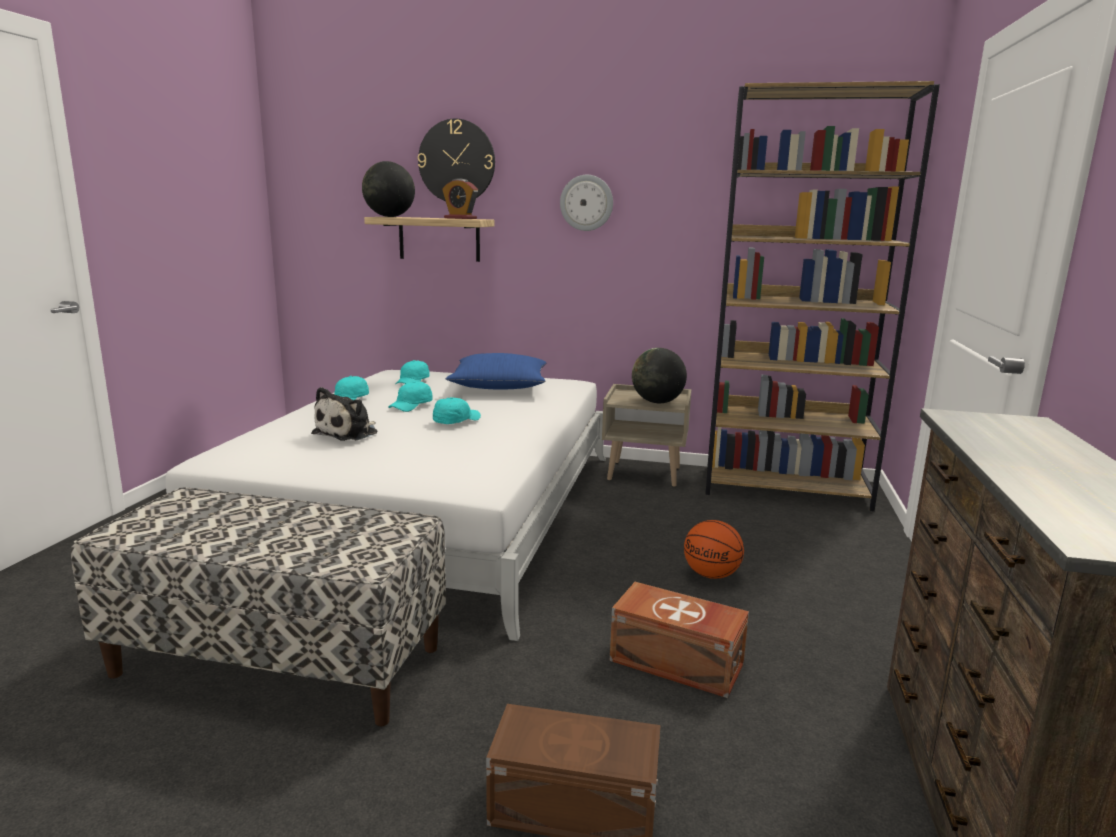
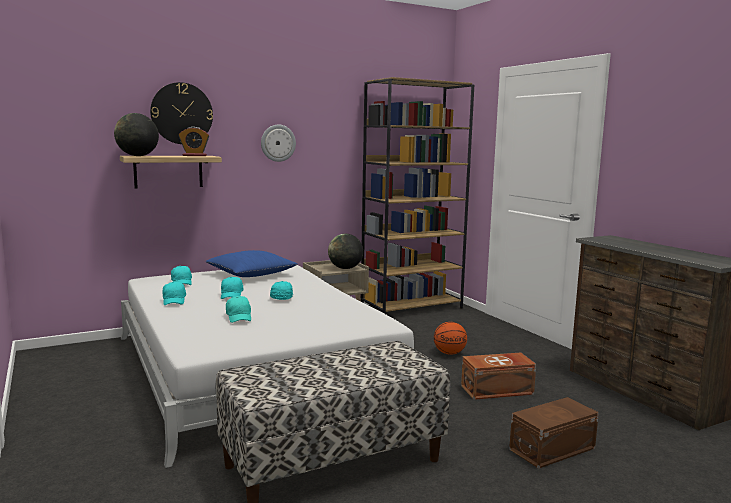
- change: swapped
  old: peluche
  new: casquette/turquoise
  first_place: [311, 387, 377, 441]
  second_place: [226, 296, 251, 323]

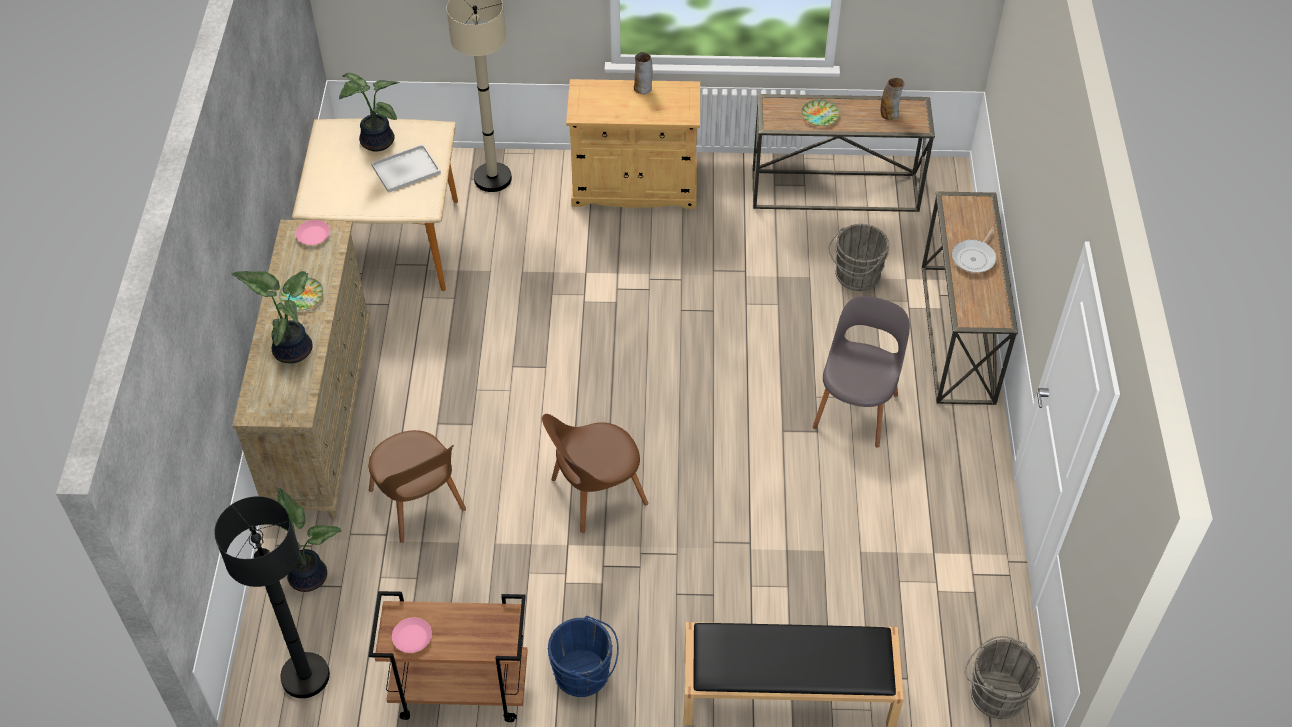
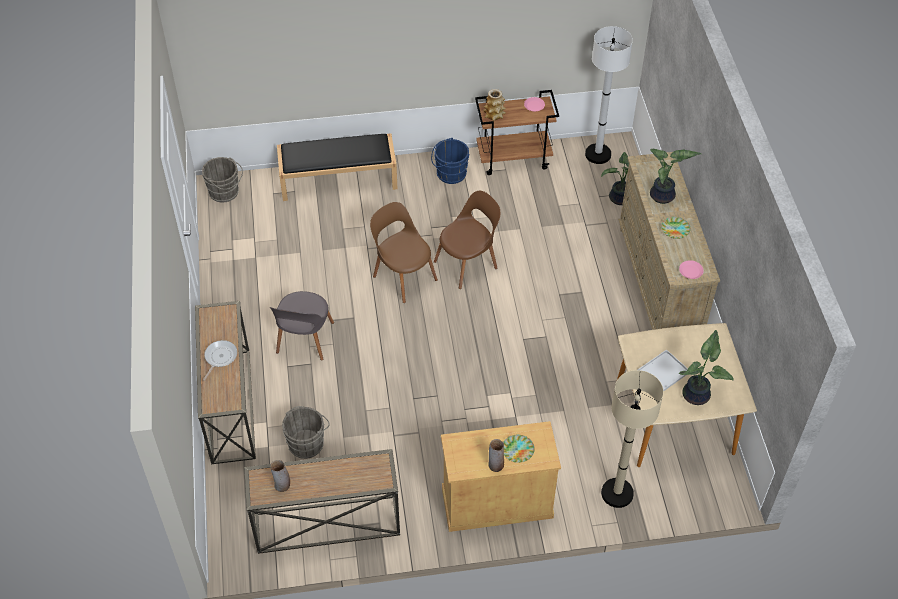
- change: new
  new: vase
  second_place: [483, 89, 506, 121]
- change: shifted
  old: chaise/marron
  first_place: [368, 430, 466, 543]
  second_place: [370, 202, 438, 303]
- change: shifted
  old: assiette
  first_place: [801, 99, 840, 126]
  second_place: [503, 435, 535, 463]
- change: repainted
  old: lampadaire/noir
  new: lampadaire/blanc
  first_place: [214, 496, 330, 698]
  second_place: [585, 26, 633, 164]

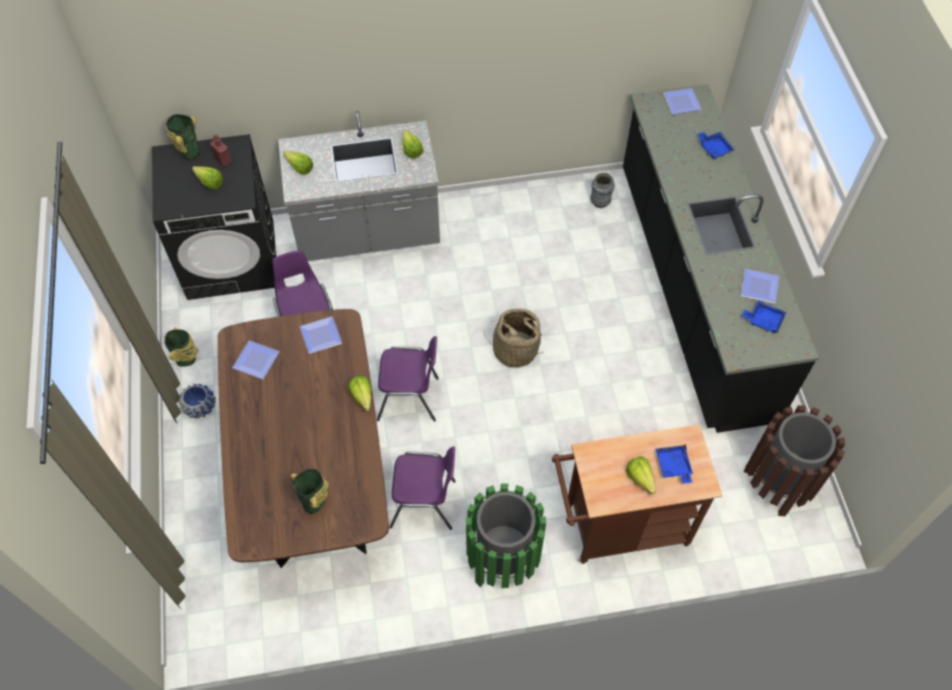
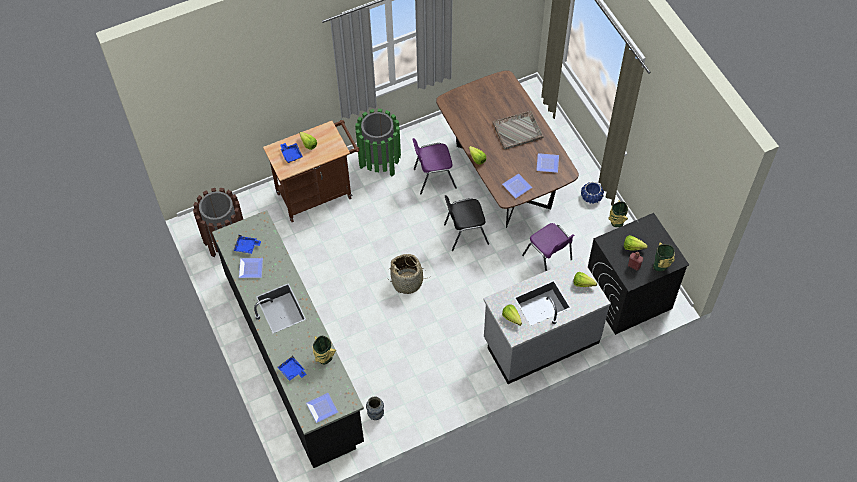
- change: new
  new: plateau/gris
  second_place: [493, 111, 544, 149]
- change: shifted
  old: vase
  first_place: [290, 468, 329, 514]
  second_place: [313, 336, 336, 365]
- change: repainted
  old: chaise/violet
  new: chaise/noir
  first_place: [377, 336, 439, 422]
  second_place: [444, 195, 489, 251]

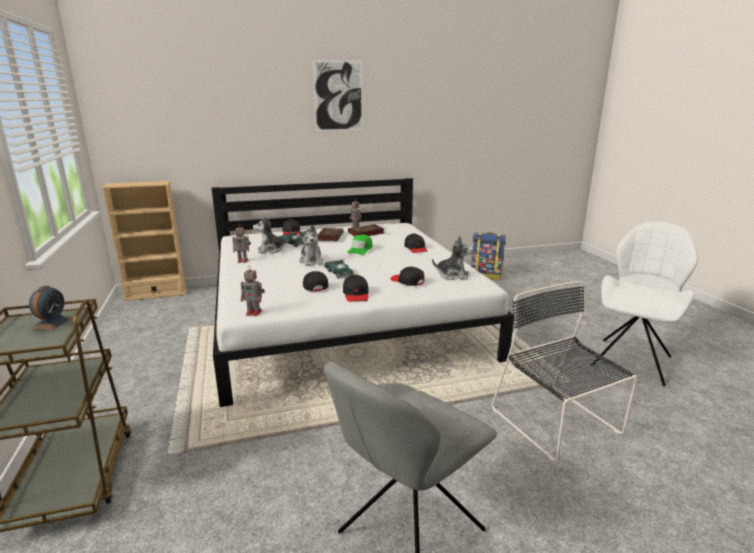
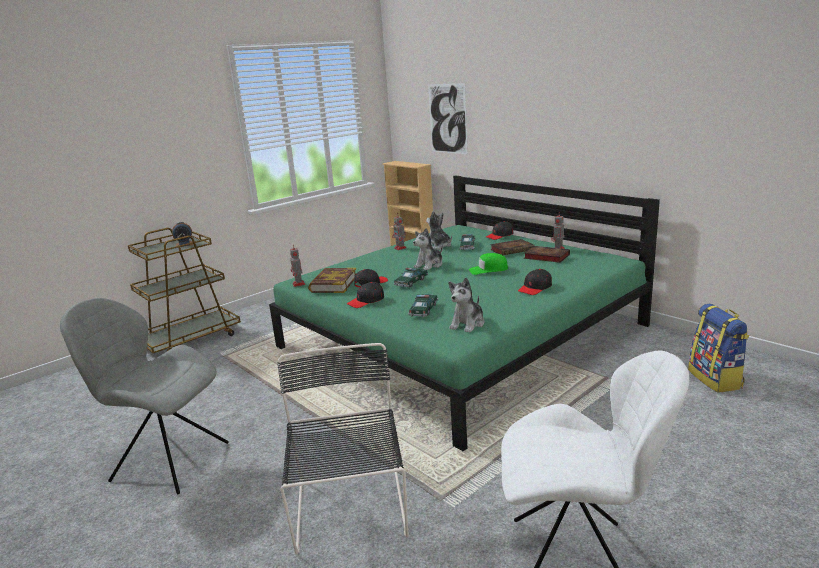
- change: new
  new: livre
  second_place: [308, 268, 356, 293]
- change: shifted
  old: tableau
  first_place: [312, 60, 363, 131]
  second_place: [428, 83, 468, 154]
- change: swapped
  old: casquette/noir
  new: petite voiture
  first_place: [390, 267, 424, 286]
  second_place: [408, 294, 438, 318]
- change: repainted
  old: lit/blanc
  new: lit/vert
  first_place: [212, 178, 514, 407]
  second_place: [269, 175, 660, 451]
- change: rotated
  old: peluche
  first_place: [432, 235, 474, 280]
  second_place: [449, 277, 485, 333]
  degrees: 45
- change: rotated
  old: chaise/noir
  first_place: [492, 281, 638, 462]
  second_place: [277, 343, 409, 555]
  degrees: -45

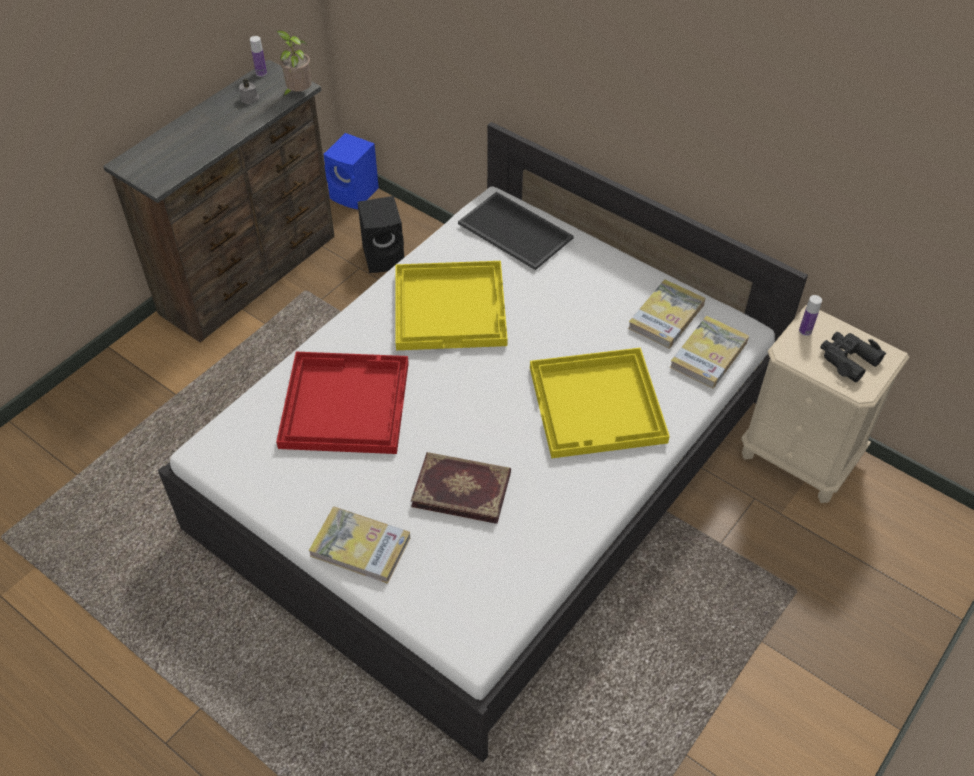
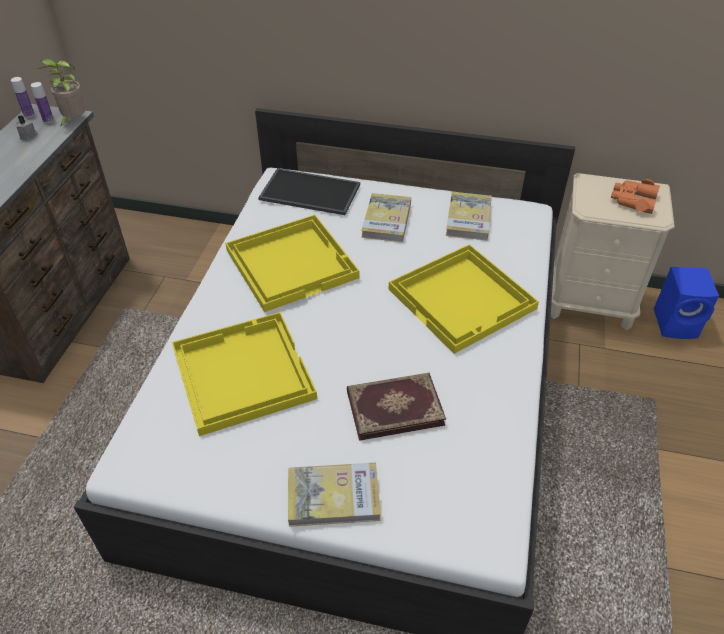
- change: gone
  old: enceinte/noir
  first_place: [357, 196, 404, 273]
- change: shifted
  old: enceinte/bleu
  first_place: [323, 133, 379, 209]
  second_place: [654, 267, 719, 339]
- change: shifted
  old: livre
  first_place: [670, 316, 749, 389]
  second_place: [361, 193, 411, 242]
- change: shifted
  old: bouteille
  first_place: [799, 295, 822, 336]
  second_place: [31, 82, 54, 123]
- change: repainted
  old: plateau/rouge
  new: plateau/jaune
  first_place: [276, 352, 409, 454]
  second_place: [172, 312, 317, 436]
- change: repainted
  old: jumelles/noir
  new: jumelles/orange
  first_place: [820, 332, 886, 382]
  second_place: [611, 179, 660, 214]

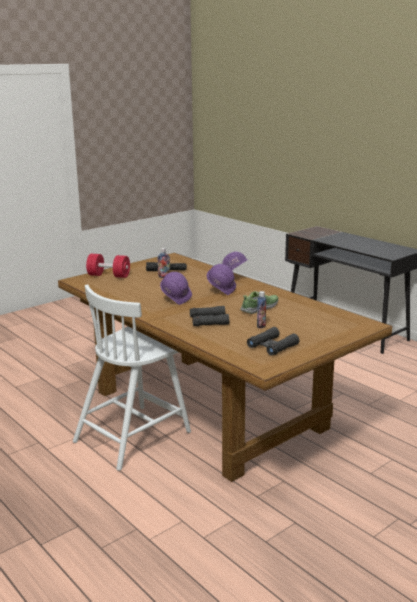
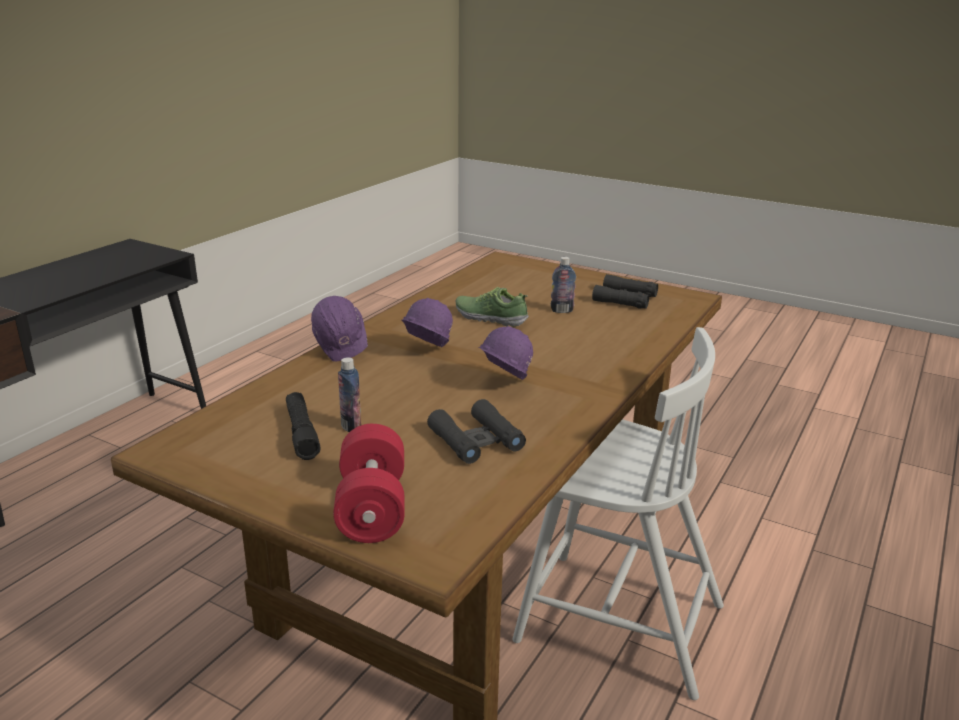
- change: shifted
  old: jumelles/noir
  first_place: [190, 306, 229, 326]
  second_place: [427, 399, 526, 464]

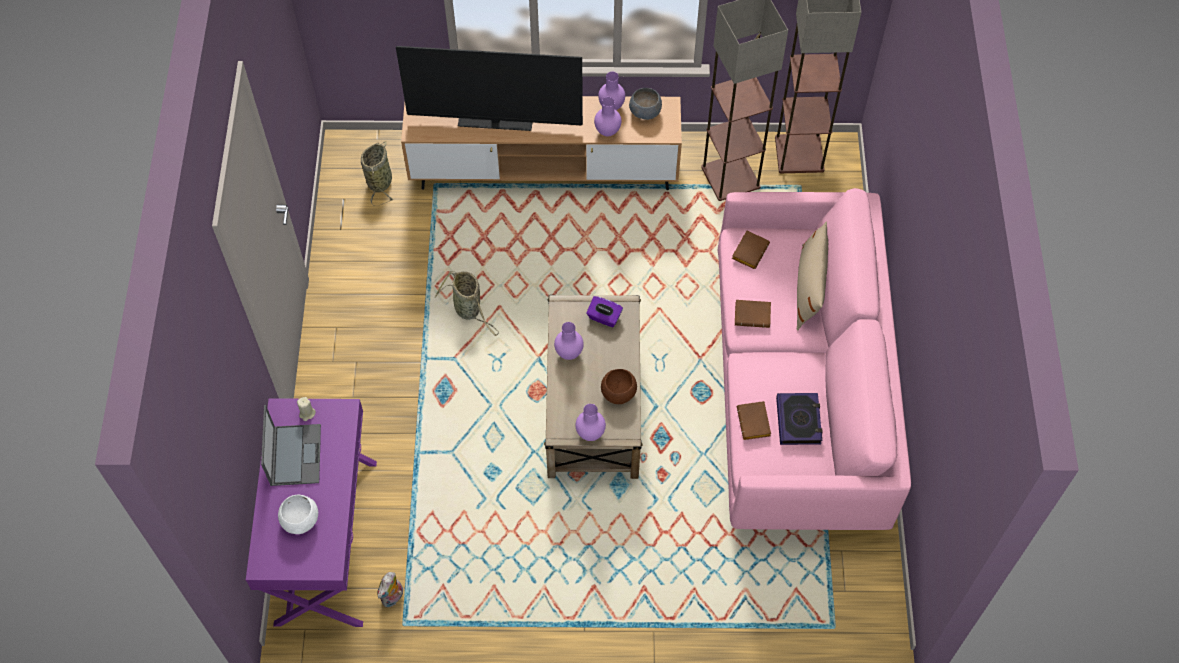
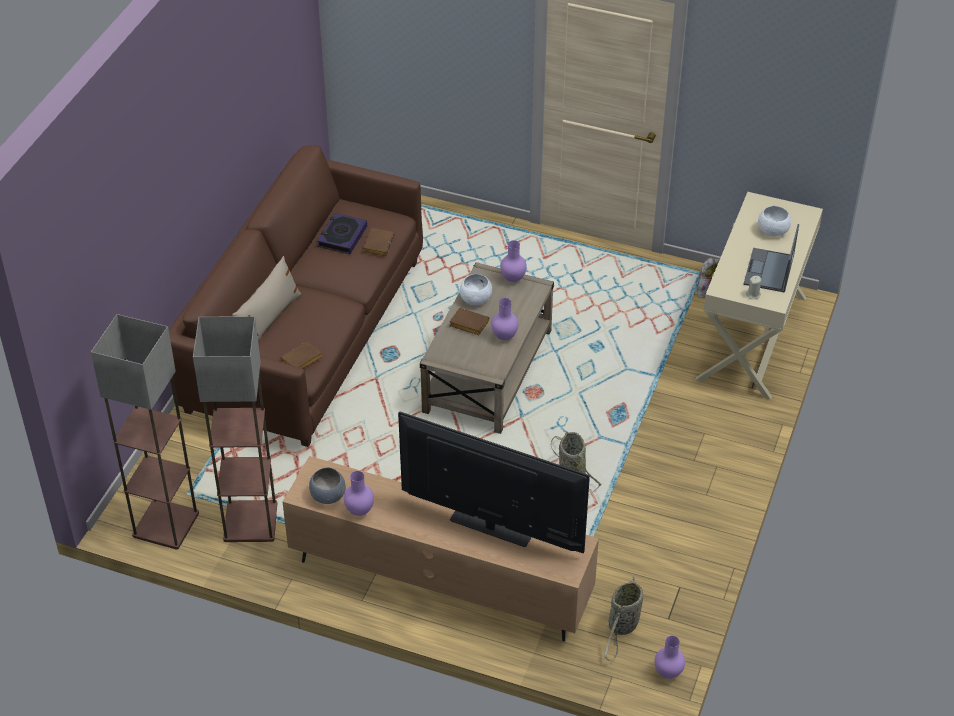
- change: gone
  old: boîte à mouchoirs/violet
  first_place: [586, 296, 623, 327]
- change: shifted
  old: vase/violet
  first_place: [594, 97, 622, 136]
  second_place: [654, 636, 685, 679]
- change: shifted
  old: livre/marron
  first_place: [735, 300, 771, 328]
  second_place: [449, 308, 489, 335]
- change: repainted
  old: table console/violet
  new: table console/beige
  first_place: [246, 398, 377, 627]
  second_place: [695, 192, 823, 400]
- change: repainted
  old: bol/marron
  new: bol/blanc
  first_place: [601, 369, 637, 404]
  second_place: [460, 274, 492, 305]
- change: repainted
  old: canapé/rose
  new: canapé/marron
  first_place: [718, 188, 911, 530]
  second_place: [169, 145, 423, 447]

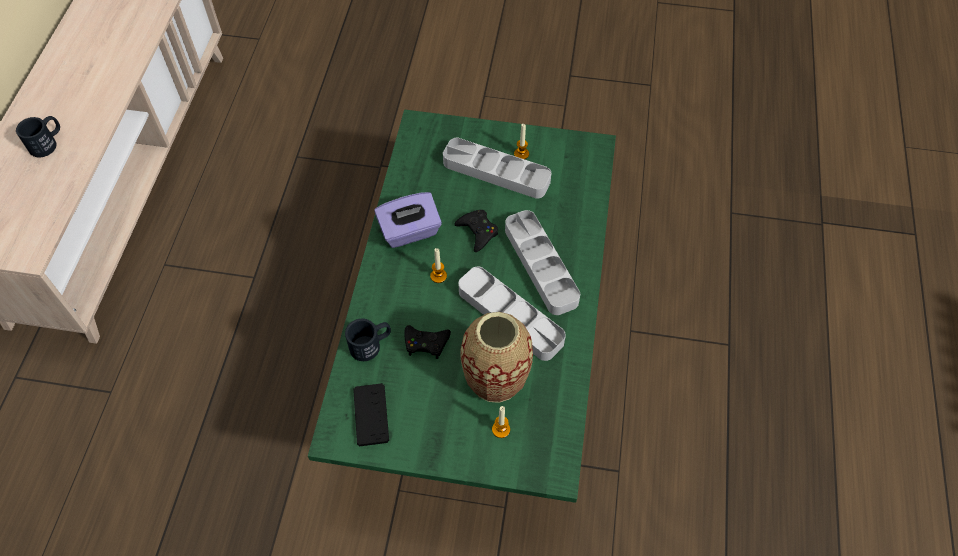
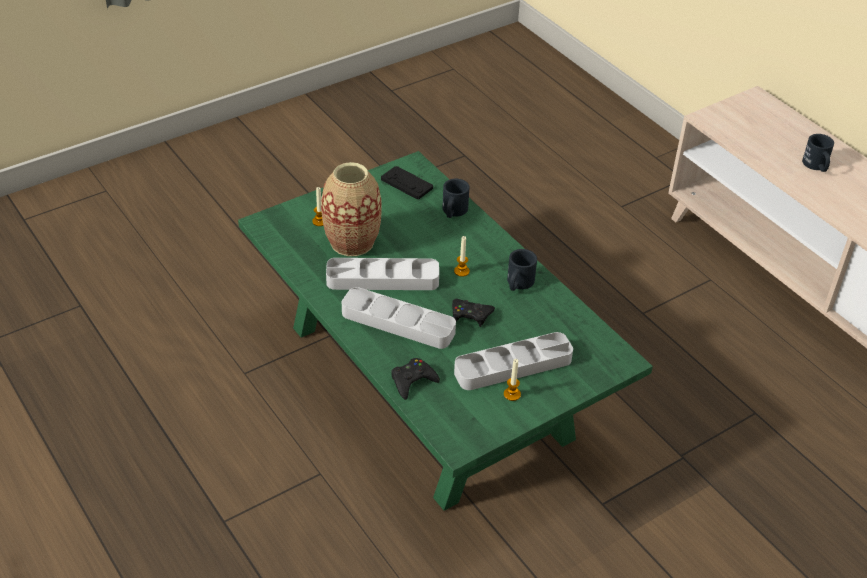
- change: shifted
  old: manette/noir
  first_place: [404, 325, 451, 359]
  second_place: [391, 358, 440, 400]
- change: swapped
  old: boîte à mouchoirs/violet
  new: mug/noir
  first_place: [374, 192, 442, 248]
  second_place: [507, 249, 537, 291]

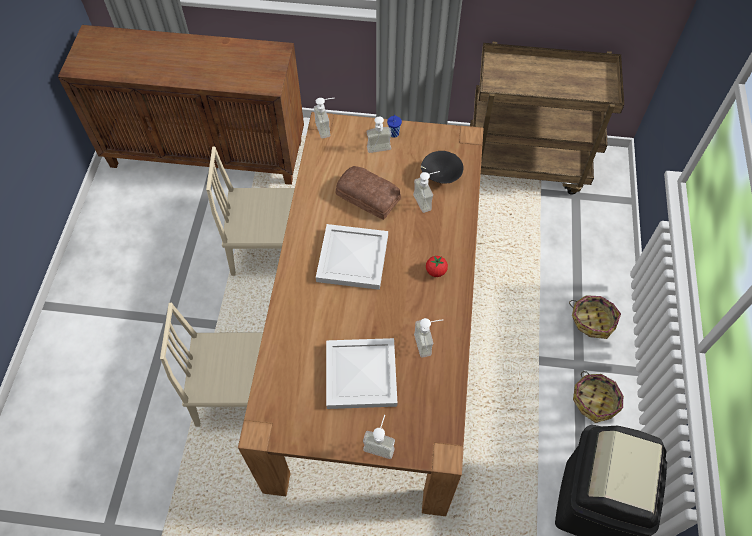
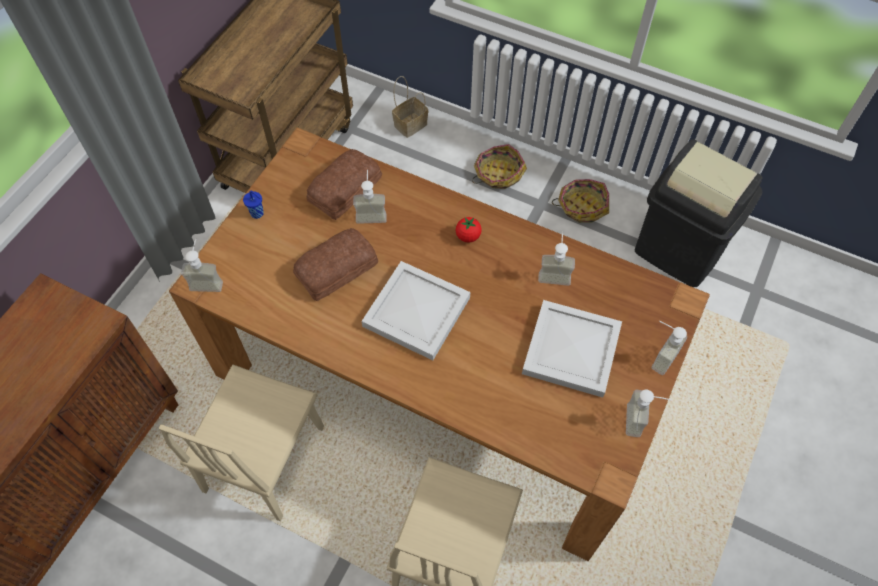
- change: new
  new: panier
  second_place: [392, 76, 428, 138]
- change: shifted
  old: distributeur de savon
  first_place: [367, 117, 392, 153]
  second_place: [626, 390, 671, 437]
- change: swapped
  old: bol/noir
  new: pain
  first_place: [421, 151, 464, 184]
  second_place: [306, 149, 382, 220]

